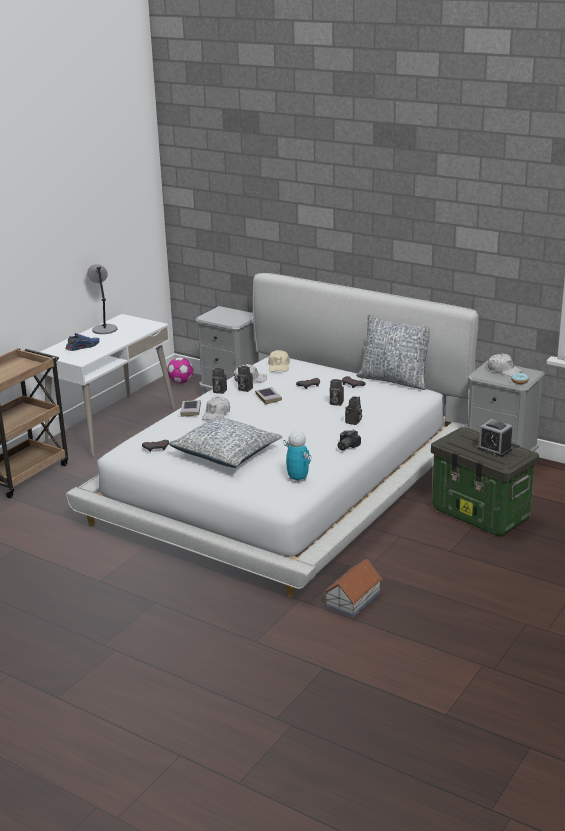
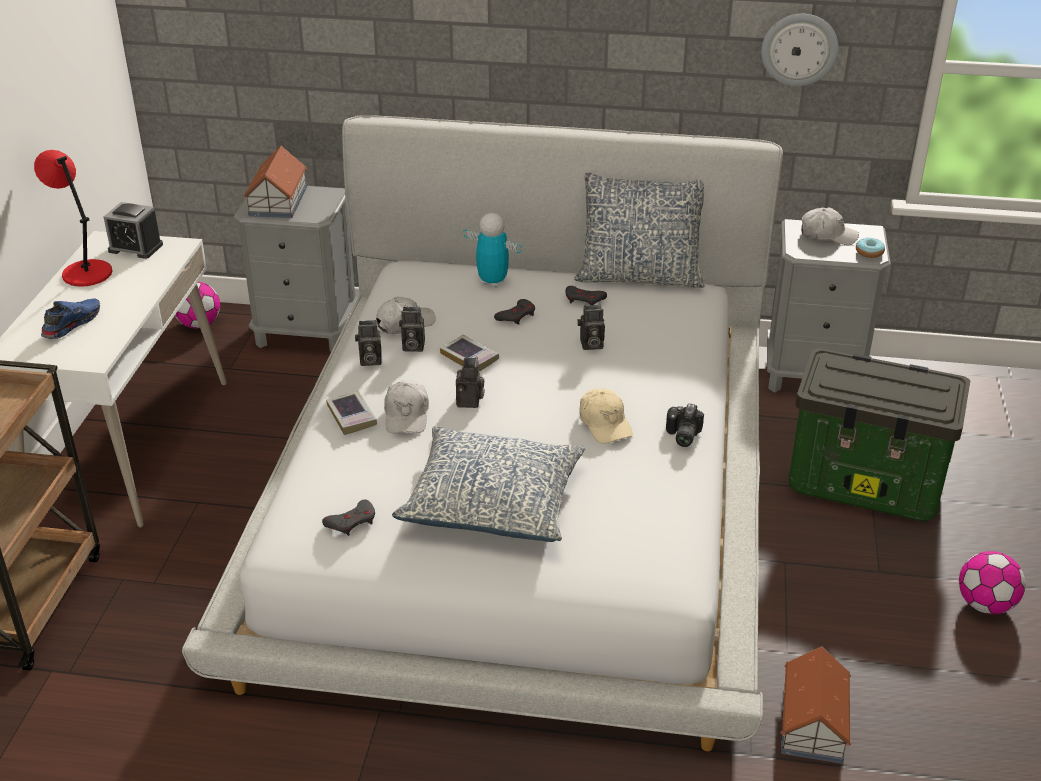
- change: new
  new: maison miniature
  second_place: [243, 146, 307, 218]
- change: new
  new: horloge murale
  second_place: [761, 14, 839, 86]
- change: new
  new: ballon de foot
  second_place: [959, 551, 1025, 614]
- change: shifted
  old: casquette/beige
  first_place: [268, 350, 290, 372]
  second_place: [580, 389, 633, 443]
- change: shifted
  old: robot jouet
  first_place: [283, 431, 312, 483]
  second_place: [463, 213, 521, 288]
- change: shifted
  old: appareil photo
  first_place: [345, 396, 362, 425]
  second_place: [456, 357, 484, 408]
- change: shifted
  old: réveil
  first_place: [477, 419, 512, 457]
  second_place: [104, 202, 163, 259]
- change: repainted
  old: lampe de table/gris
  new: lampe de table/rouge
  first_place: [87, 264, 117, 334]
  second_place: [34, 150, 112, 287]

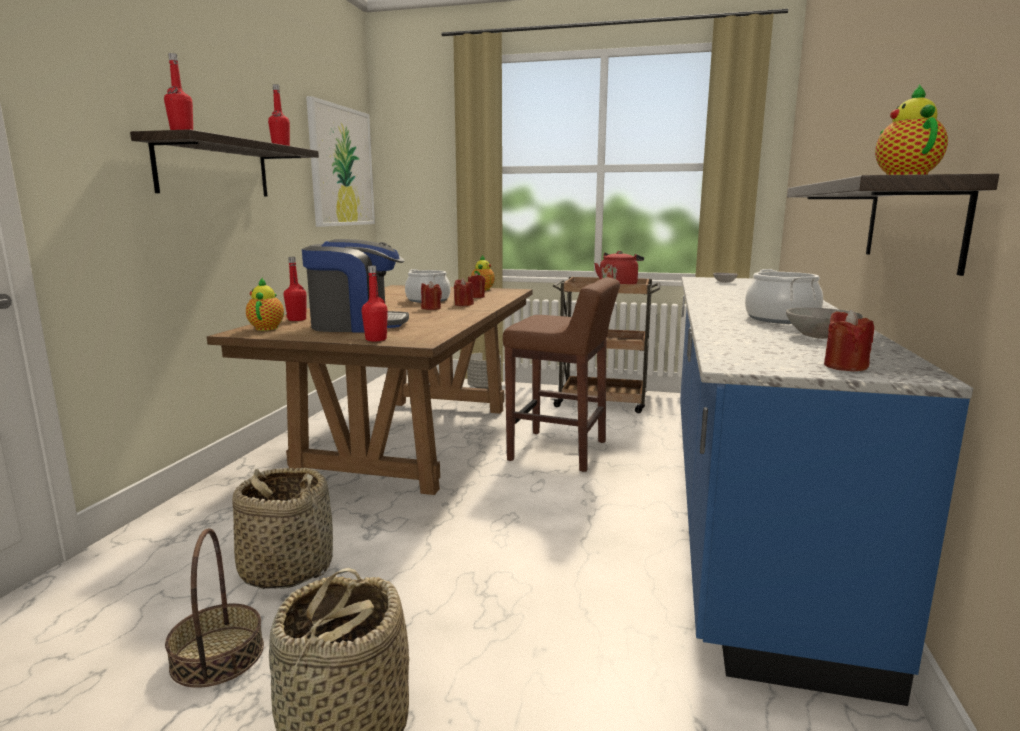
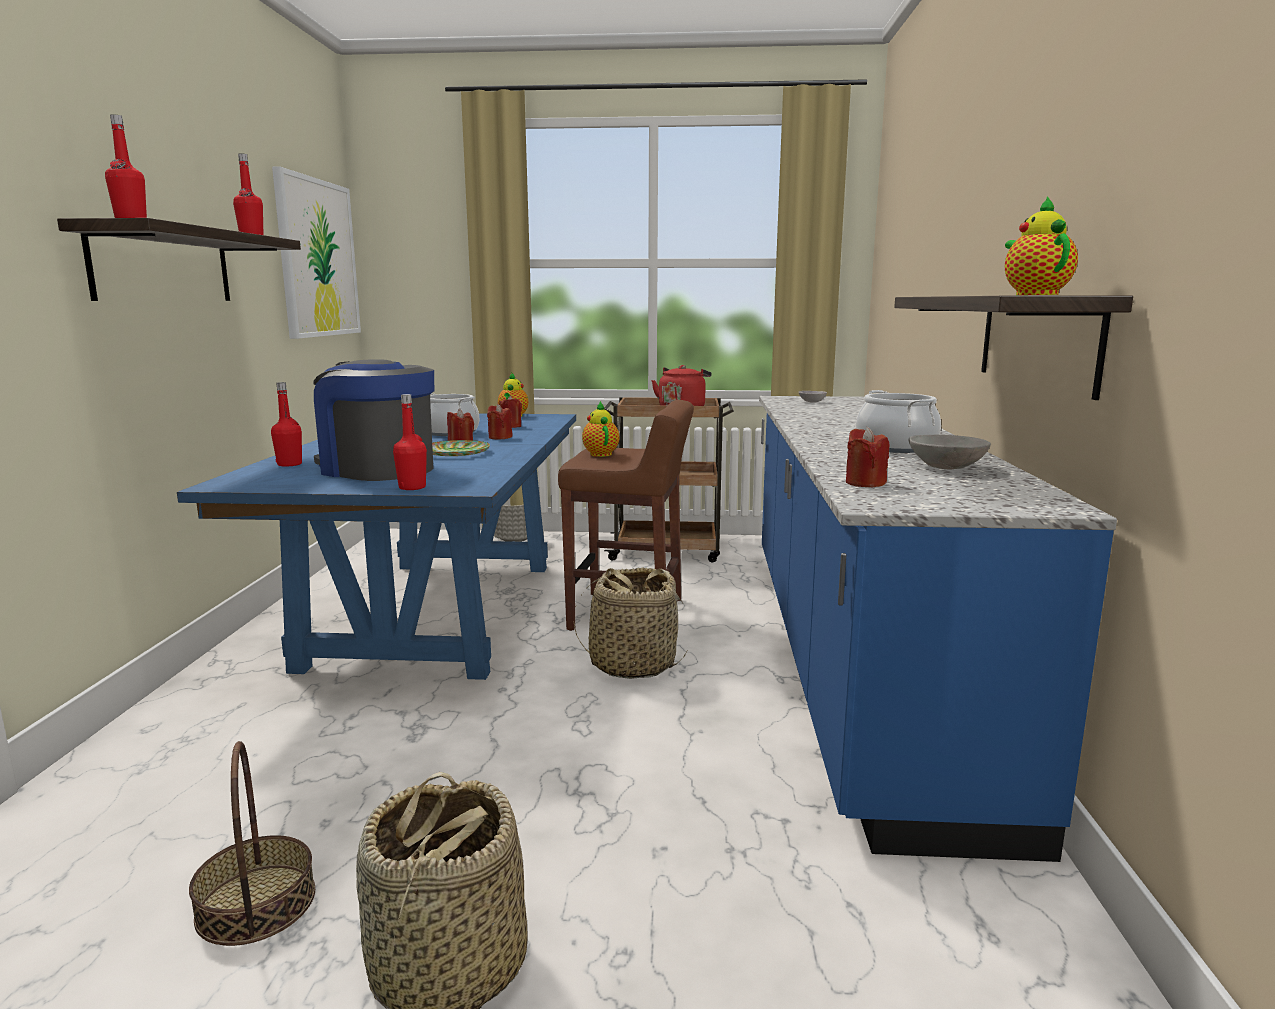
- change: new
  new: assiette
  second_place: [432, 440, 490, 456]
- change: shifted
  old: panier
  first_place: [232, 468, 333, 589]
  second_place: [574, 567, 686, 679]
- change: shifted
  old: théière
  first_place: [246, 277, 284, 331]
  second_place: [582, 401, 620, 457]
- change: shifted
  old: bougie/rouge
  first_place: [824, 310, 874, 371]
  second_place: [846, 427, 889, 487]
- change: repainted
  old: table à manger/marron
  new: table à manger/bleu
  first_place: [207, 285, 533, 495]
  second_place: [177, 413, 576, 680]
- change: rotated
  old: machine à café
  first_place: [302, 239, 409, 333]
  second_place: [313, 359, 434, 481]
  degrees: -135

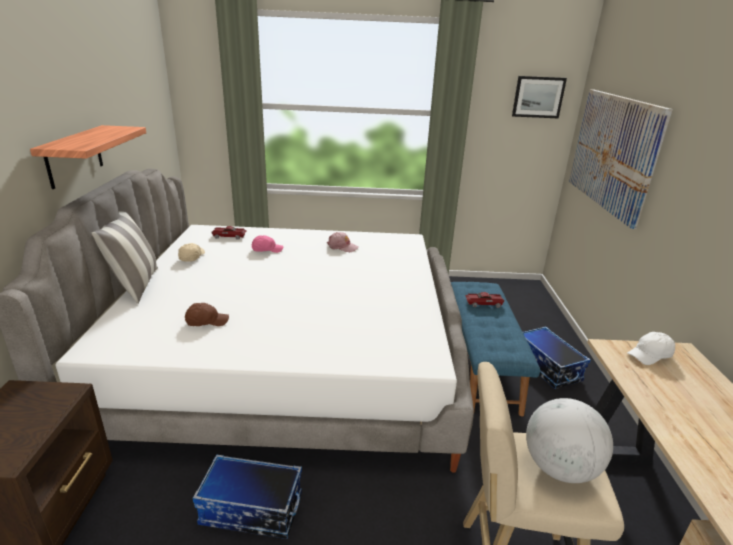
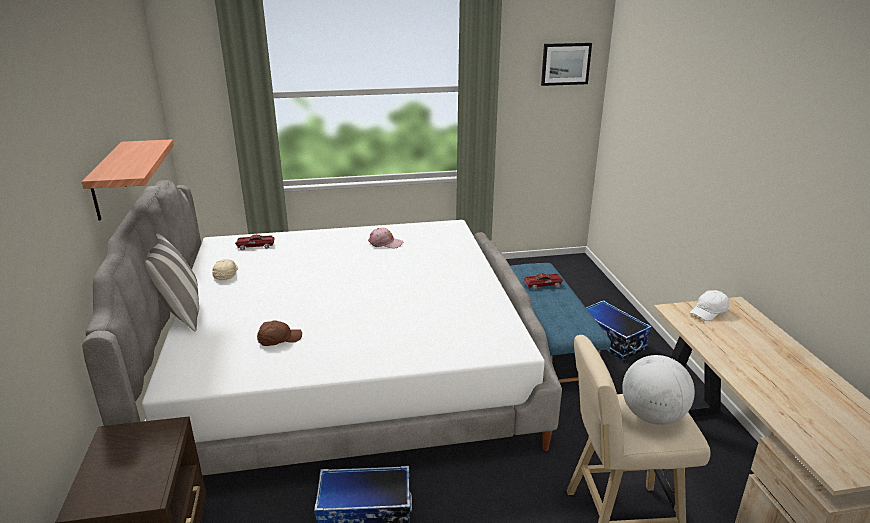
- change: gone
  old: casquette/rose
  first_place: [252, 235, 283, 253]
- change: gone
  old: tableau
  first_place: [569, 89, 673, 229]

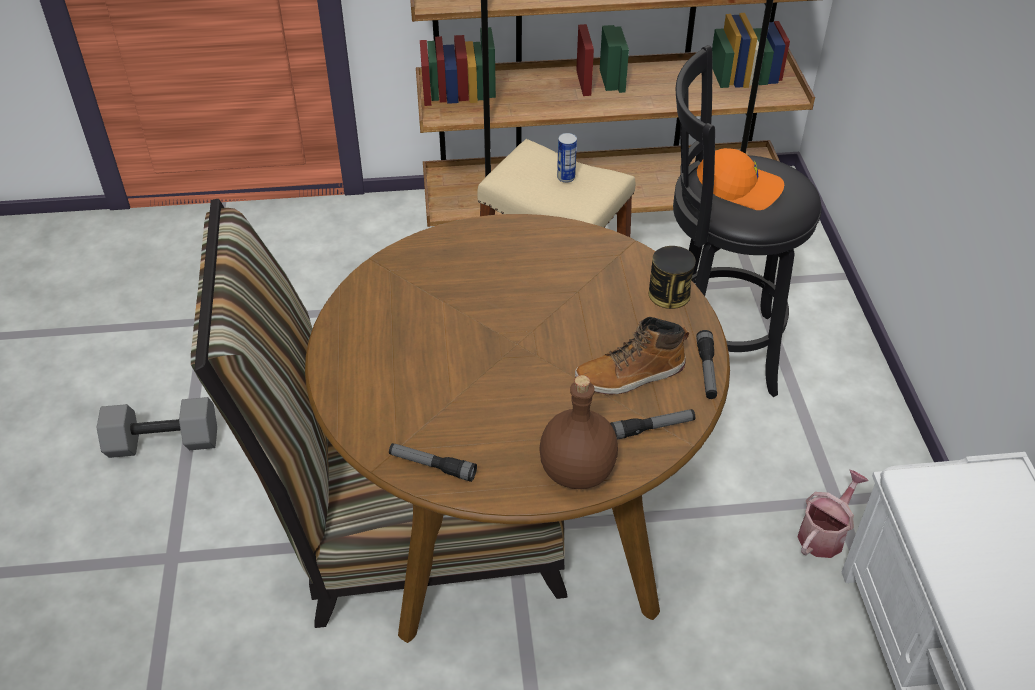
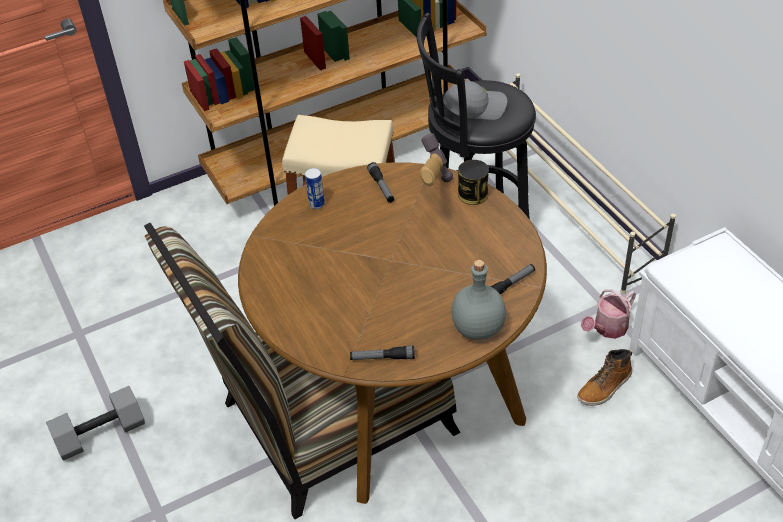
- change: new
  new: marteau
  second_place: [420, 133, 453, 186]
- change: new
  new: étagère à chaussures/beige
  second_place: [506, 73, 676, 294]
- change: shifted
  old: boîte métallique
  first_place: [557, 133, 577, 183]
  second_place: [305, 168, 325, 209]
- change: shifted
  old: botte
  first_place: [575, 317, 689, 394]
  second_place: [577, 349, 632, 406]
- change: shifted
  old: lampe de poche
  first_place: [696, 330, 717, 399]
  second_place: [367, 162, 394, 203]
- change: repainted
  old: bouteille/marron
  new: bouteille/gris
  first_place: [539, 375, 618, 489]
  second_place: [451, 260, 506, 340]
- change: repainted
  old: casquette/orange
  new: casquette/gris
  first_place: [697, 148, 784, 210]
  second_place: [443, 81, 507, 120]
- change: rotated
  old: arrosoir
  first_place: [798, 470, 869, 558]
  second_place: [581, 289, 636, 339]
  degrees: -150

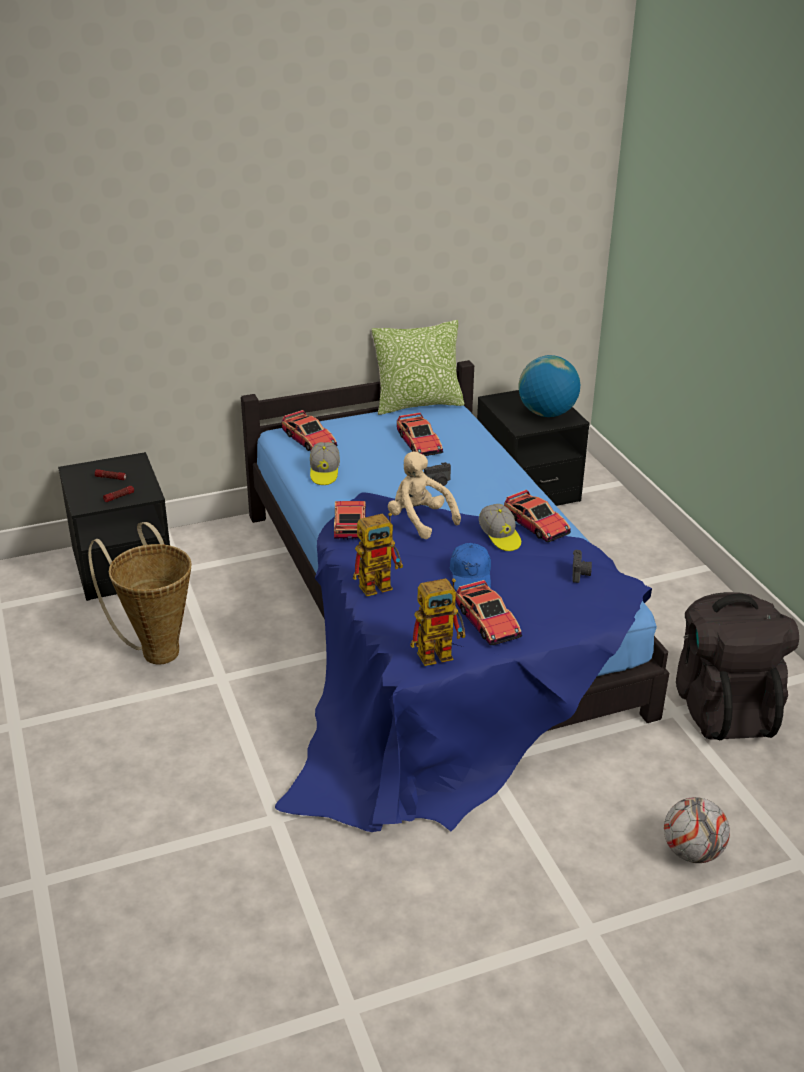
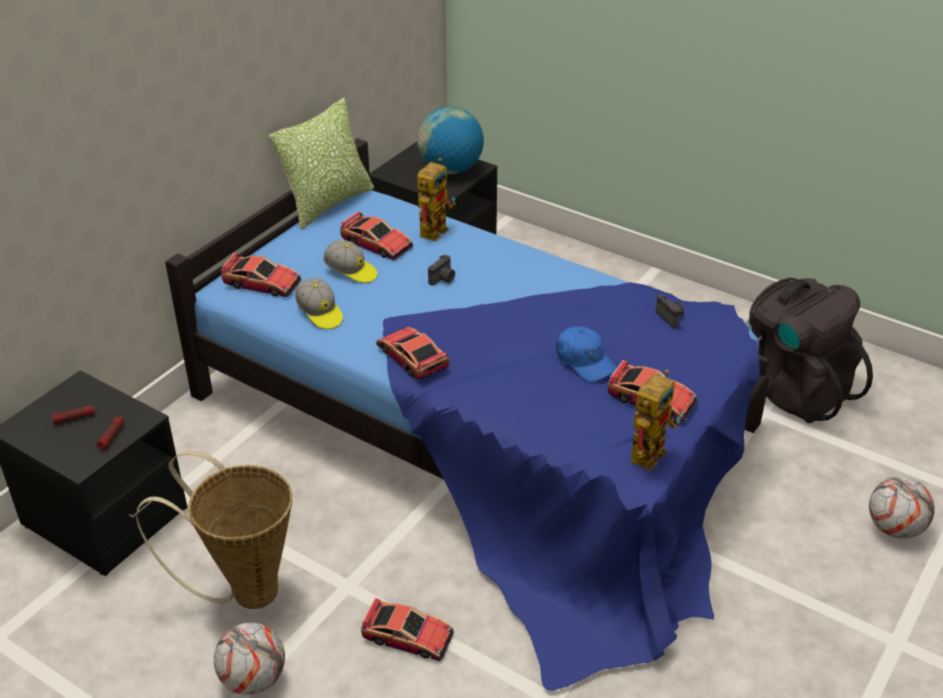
- change: gone
  old: peluche/beige
  first_place: [388, 451, 461, 539]
- change: new
  new: ballon de foot
  second_place: [214, 622, 285, 695]
- change: shifted
  old: robot jouet
  first_place: [353, 513, 403, 596]
  second_place: [417, 158, 456, 242]
- change: shifted
  old: casquette
  first_place: [479, 504, 521, 551]
  second_place: [323, 240, 377, 283]
- change: shifted
  old: petite voiture
  first_place: [504, 490, 571, 542]
  second_place: [361, 598, 454, 661]

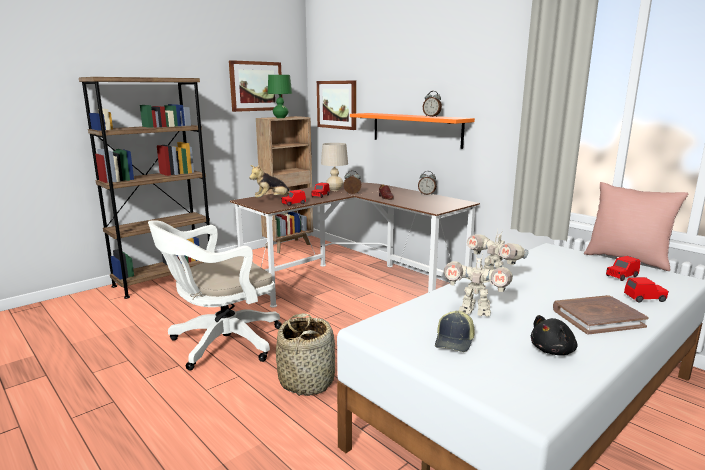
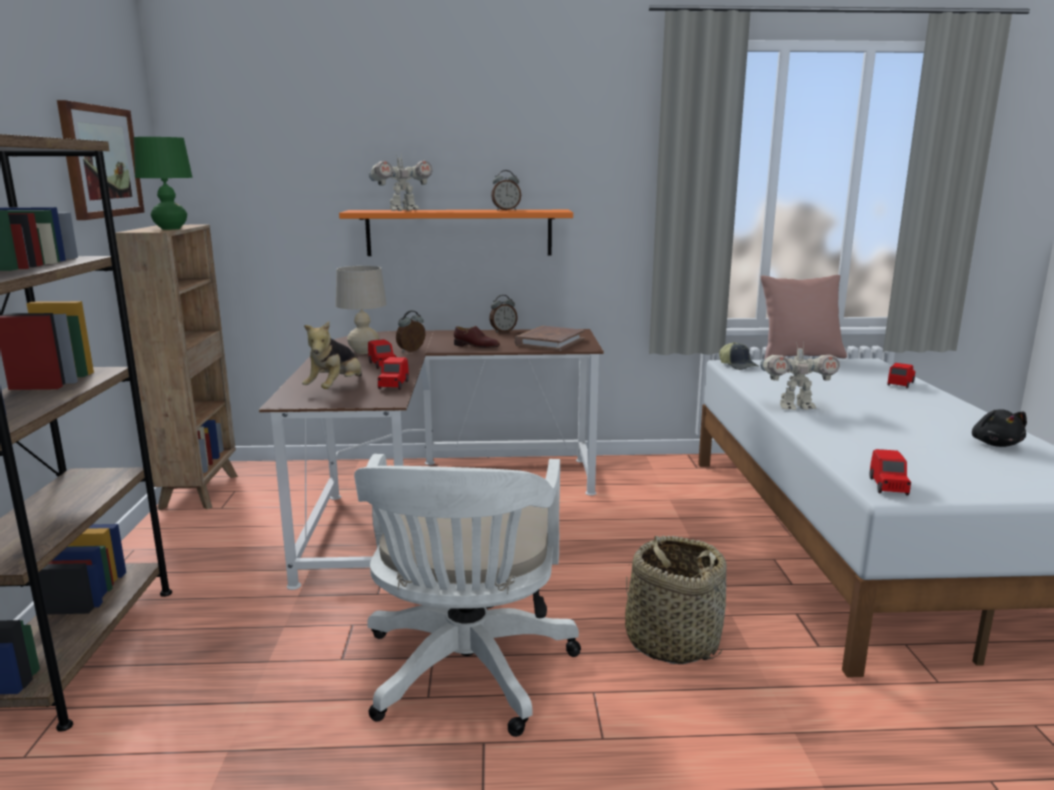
- change: gone
  old: tableau
  first_place: [317, 81, 356, 130]
- change: shifted
  old: casquette
  first_place: [435, 311, 475, 352]
  second_place: [719, 342, 759, 370]
- change: shifted
  old: robot jouet
  first_place: [444, 252, 513, 316]
  second_place: [369, 153, 432, 211]
- change: shifted
  old: livre/marron
  first_place: [553, 295, 649, 335]
  second_place: [515, 326, 585, 351]
- change: shifted
  old: petite voiture/rouge
  first_place: [606, 256, 640, 281]
  second_place: [869, 449, 911, 496]

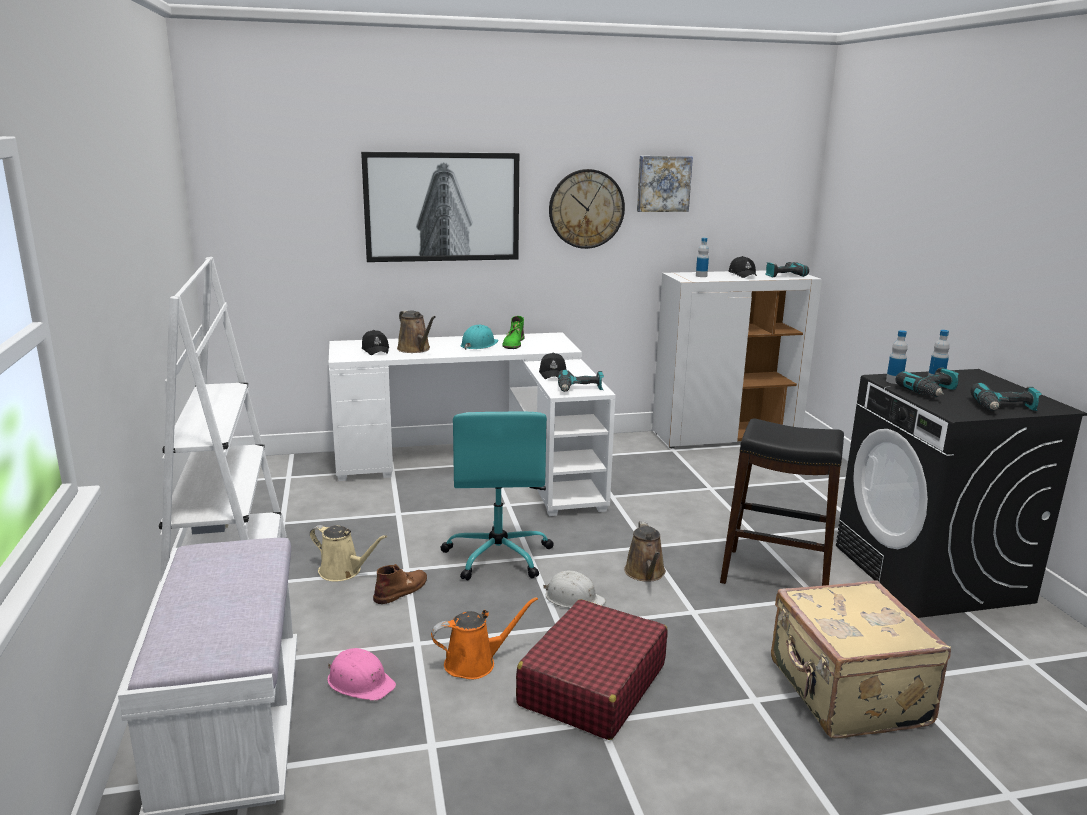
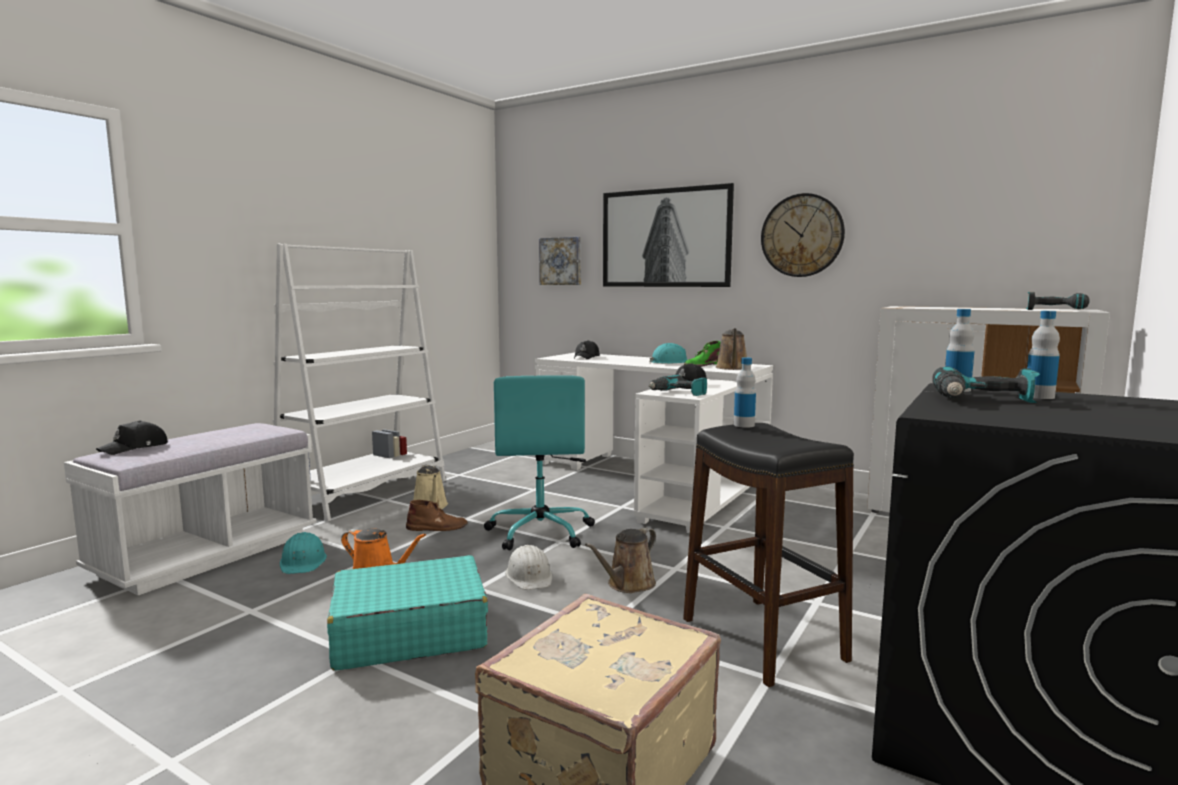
- change: gone
  old: perceuse
  first_place: [970, 383, 1042, 411]
- change: shifted
  old: arrosoir/marron
  first_place: [397, 310, 436, 353]
  second_place: [716, 328, 747, 370]
- change: shifted
  old: tableau
  first_place: [637, 156, 693, 212]
  second_place: [539, 237, 581, 285]
- change: shifted
  old: bouteille
  first_place: [696, 238, 709, 277]
  second_place: [734, 357, 756, 428]
- change: shifted
  old: casquette/noir
  first_place: [728, 256, 757, 278]
  second_place: [96, 420, 168, 455]
- change: repainted
  old: casque de chantier/rose
  new: casque de chantier/turquoise
  first_place: [327, 648, 396, 701]
  second_place: [280, 532, 327, 574]
- change: repainted
  old: valise/rouge
  new: valise/turquoise
  first_place: [516, 599, 667, 740]
  second_place: [327, 555, 488, 671]
- change: rotated
  old: chaise de bureau/turquoise
  first_place: [441, 412, 554, 580]
  second_place: [484, 375, 595, 551]
  degrees: -45

